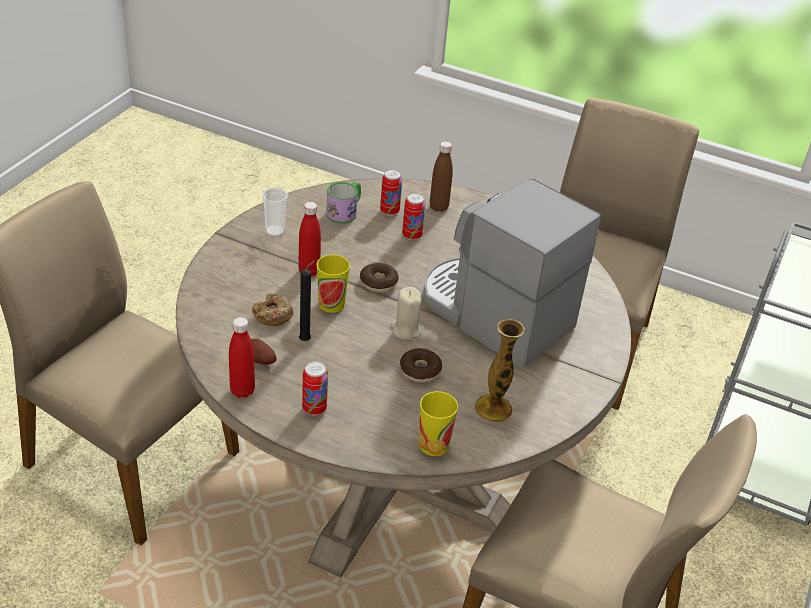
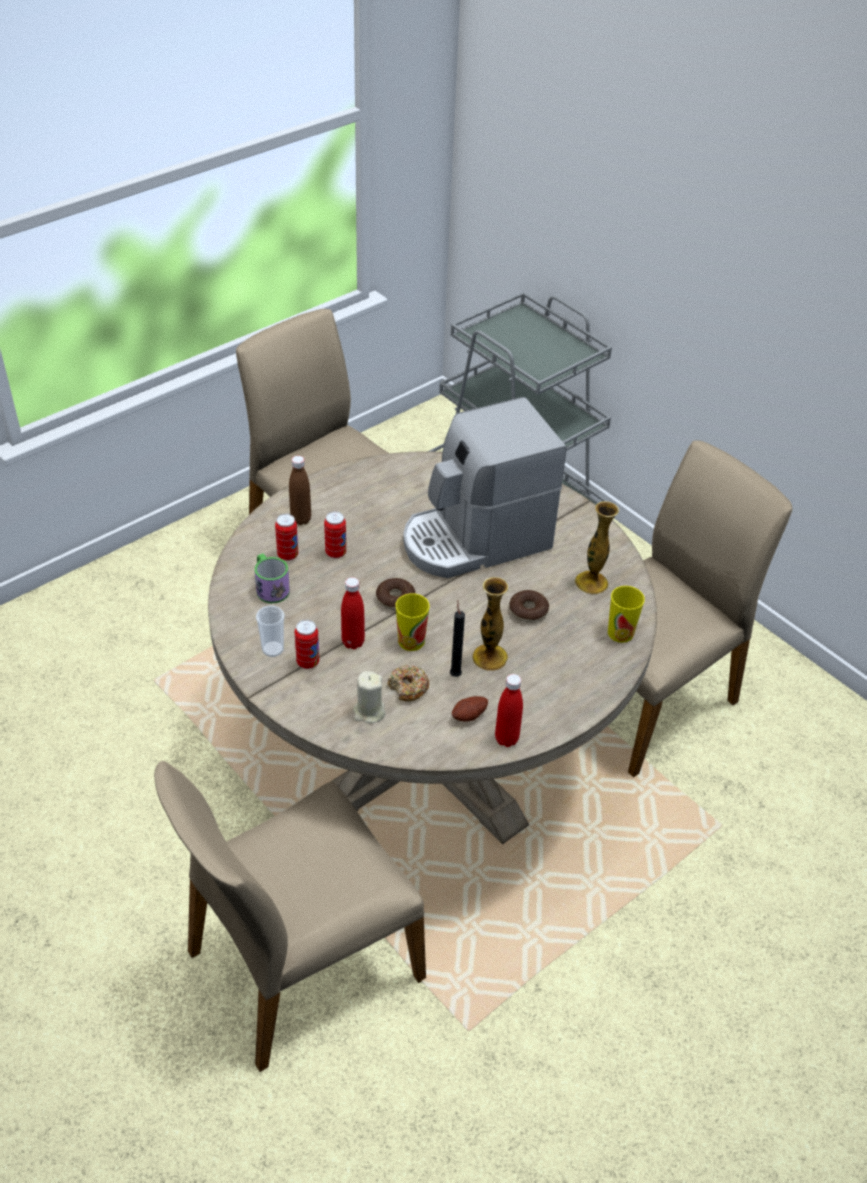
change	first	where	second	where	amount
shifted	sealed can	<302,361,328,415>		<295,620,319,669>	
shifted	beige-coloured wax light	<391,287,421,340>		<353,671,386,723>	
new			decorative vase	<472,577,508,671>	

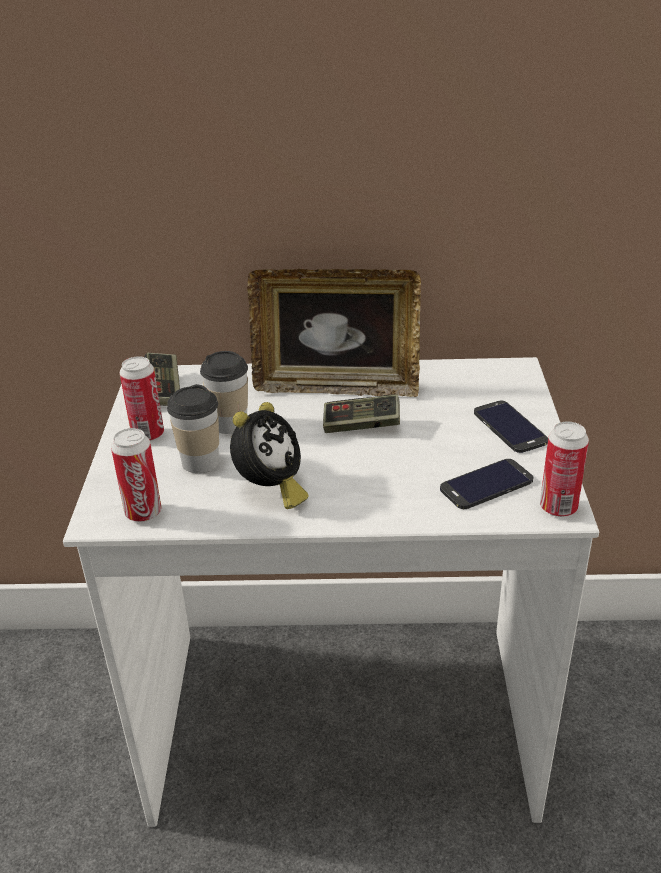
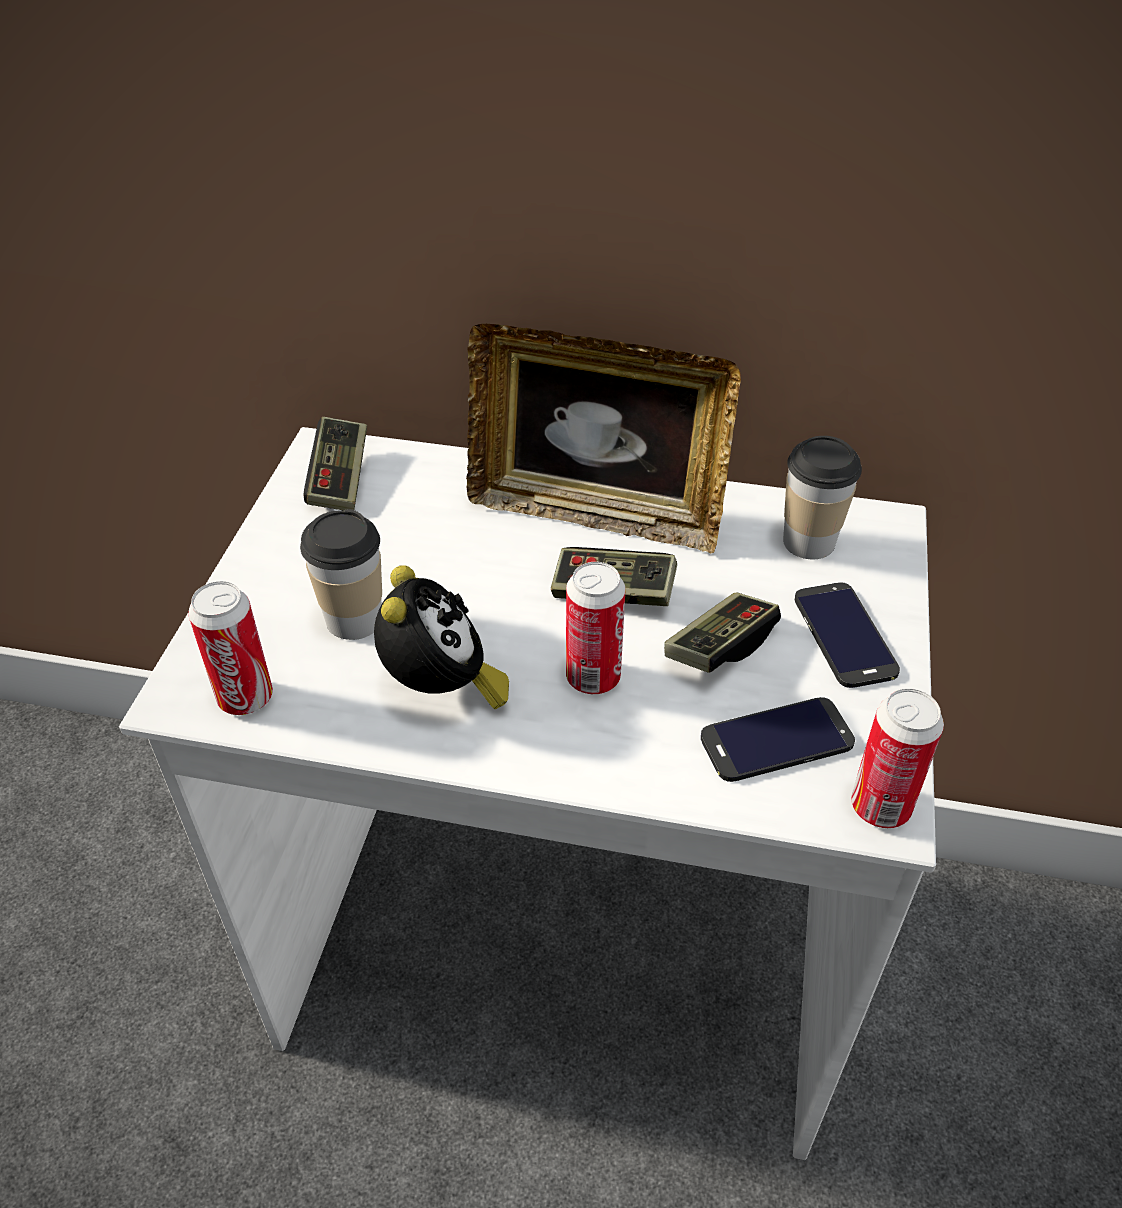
change	first	where	second	where	amount
rotated	bedside clock	<230,402,309,509>		<374,565,509,709>	45 degrees counterclockwise
shifted	sealed can	<120,356,164,441>		<566,562,625,694>	
new			joypad	<664,593,781,673>	
shifted	small cup	<200,351,248,434>		<783,436,862,559>	

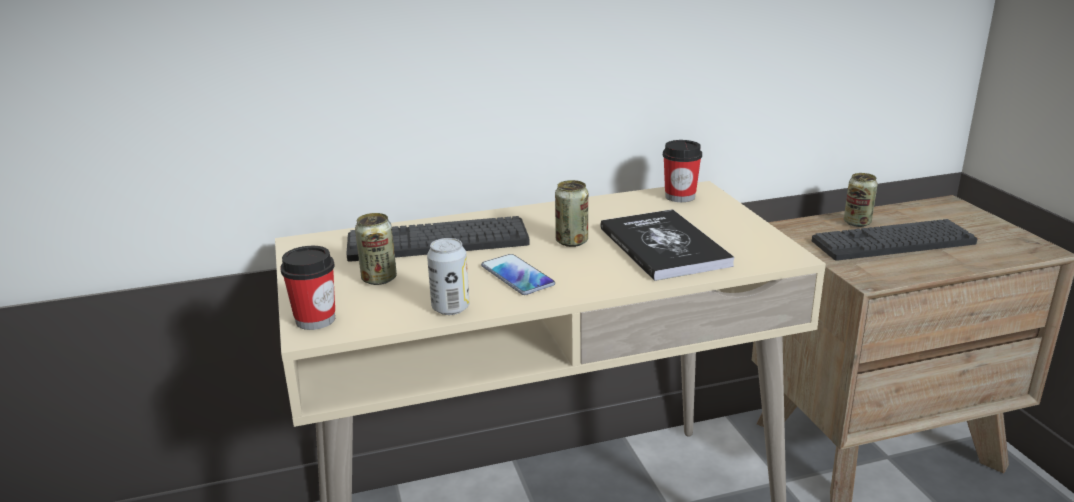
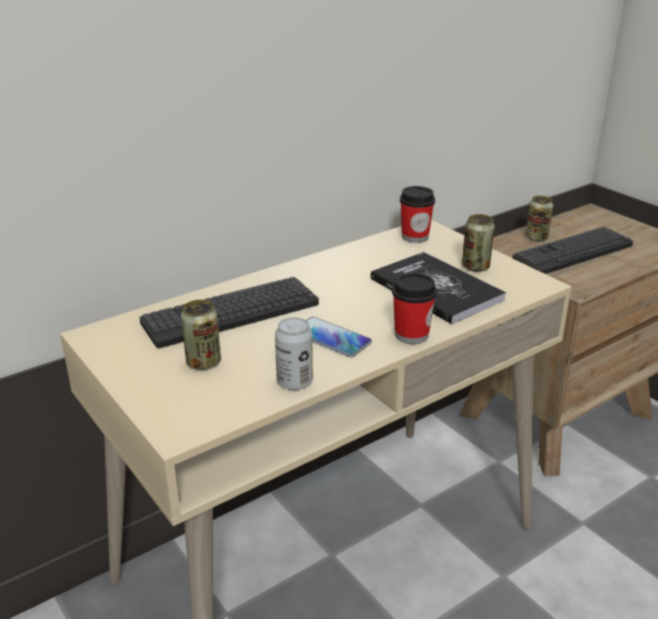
change	first	where	second	where	amount
shifted	small cup	<280,246,335,330>		<392,272,437,344>	
shifted	sealed can	<555,180,588,247>		<462,214,495,272>	

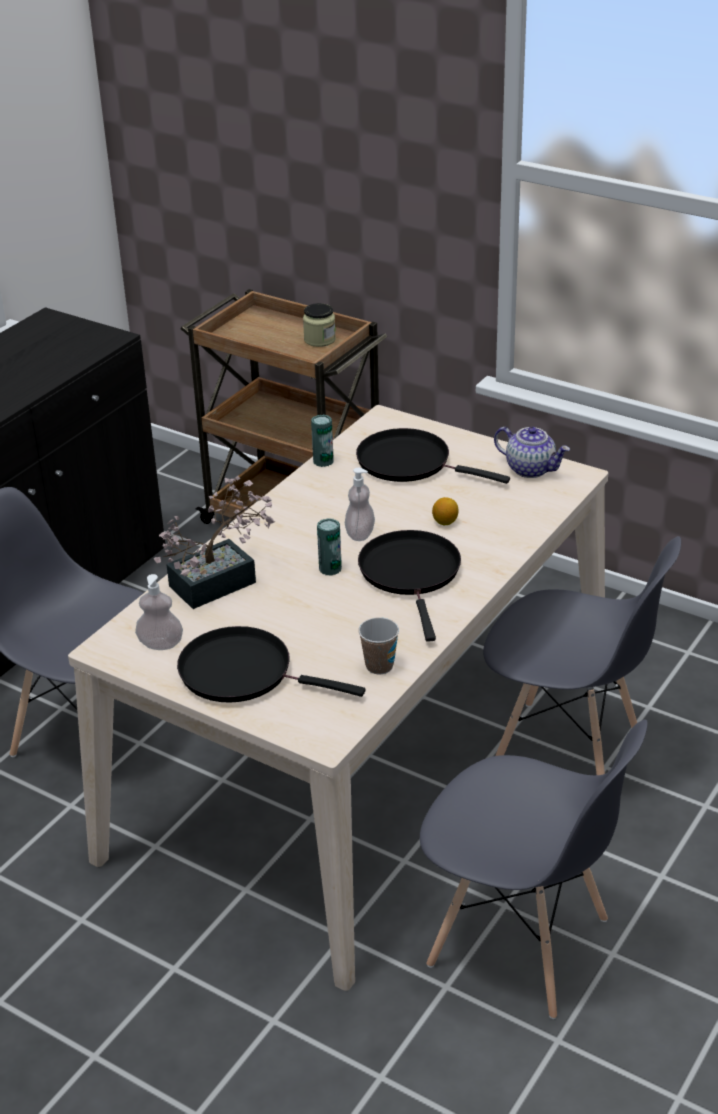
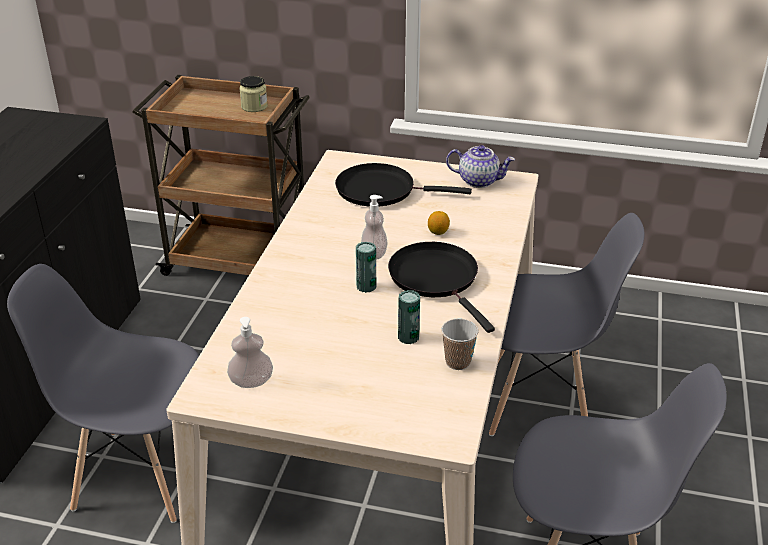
change	first	where	second	where	amount
shifted	sealed can	<311,415,334,467>		<398,290,420,344>	
gone	houseplant	<153,476,275,609>			
gone	black-coloured frying pan	<177,626,365,703>			

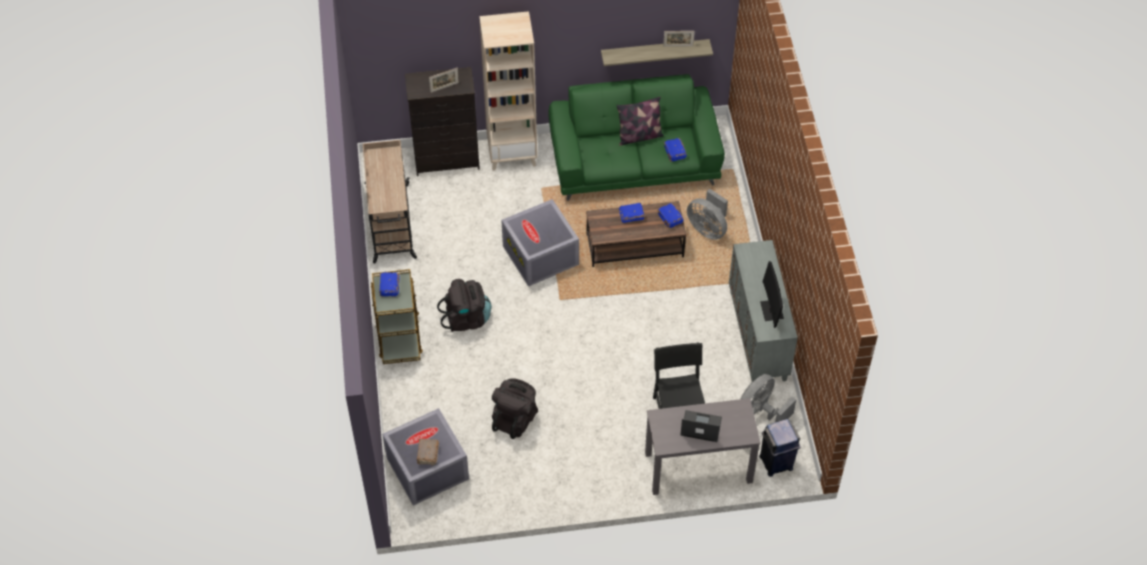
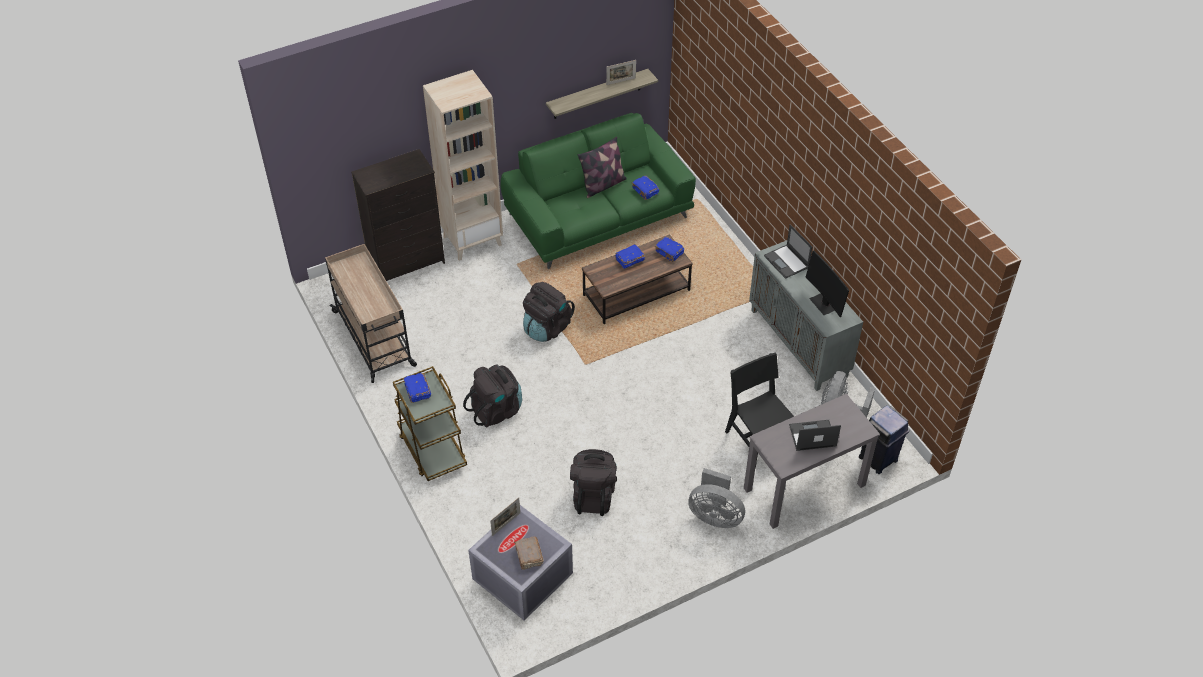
change	first	where	second	where	amount
shifted	picture frame	<429,68,459,93>		<490,497,520,536>	
swapped	greyish storage box	<501,199,579,287>	black-coloured backpack	<523,282,575,342>	
shifted	greyish electric fan	<687,189,728,240>		<688,468,745,528>	
new			portable computer	<764,224,812,279>	

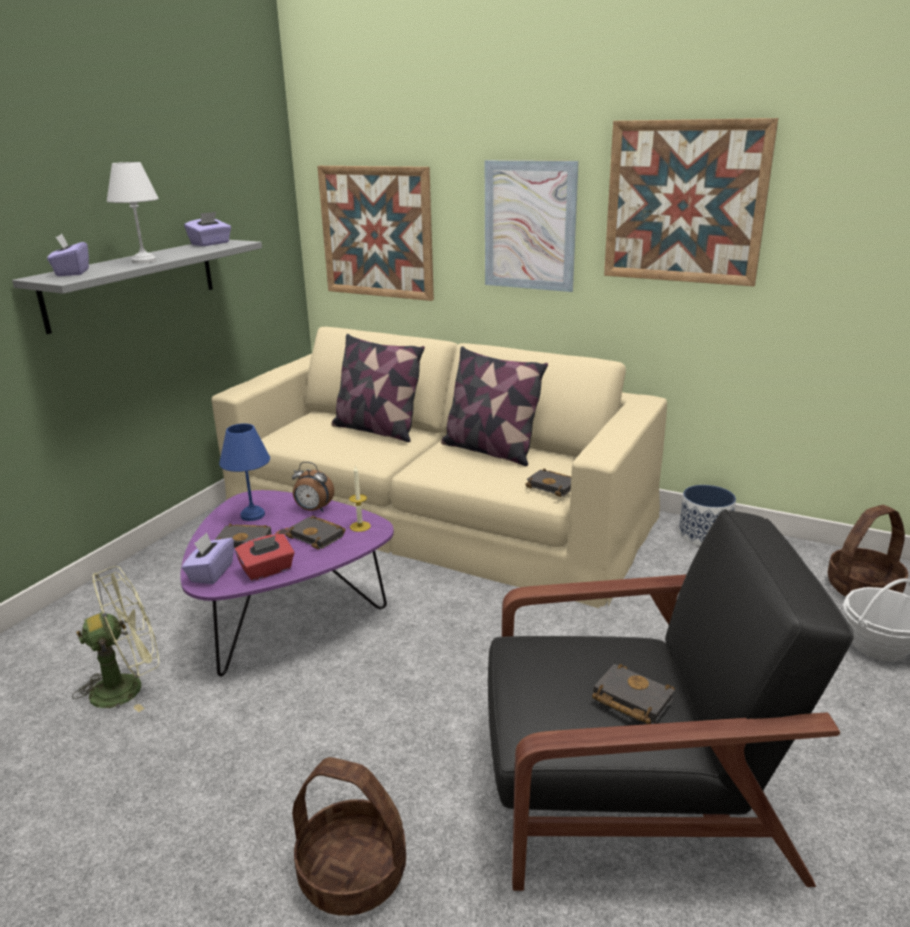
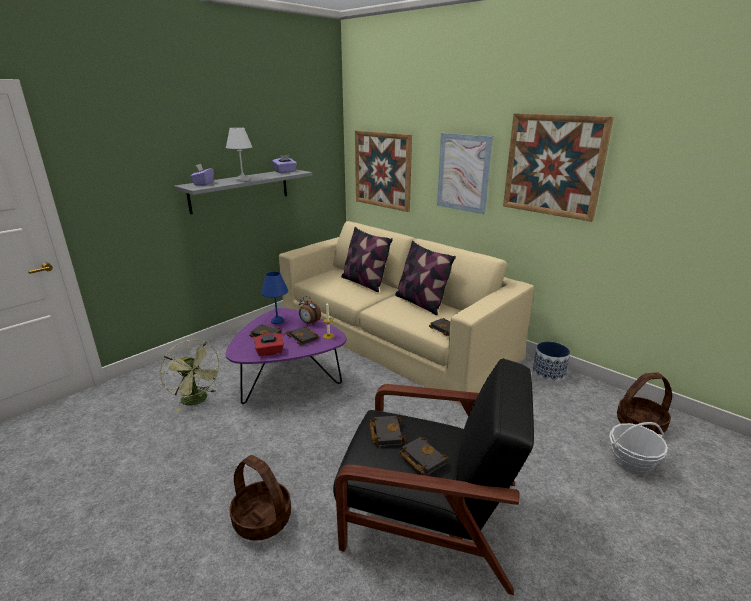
change	first	where	second	where	amount
rotated	green electric fan	<72,566,159,712>		<160,340,222,412>	60 degrees clockwise
new			black-coloured bound book	<370,416,406,446>	
gone	purple tissue holder	<182,532,234,584>			

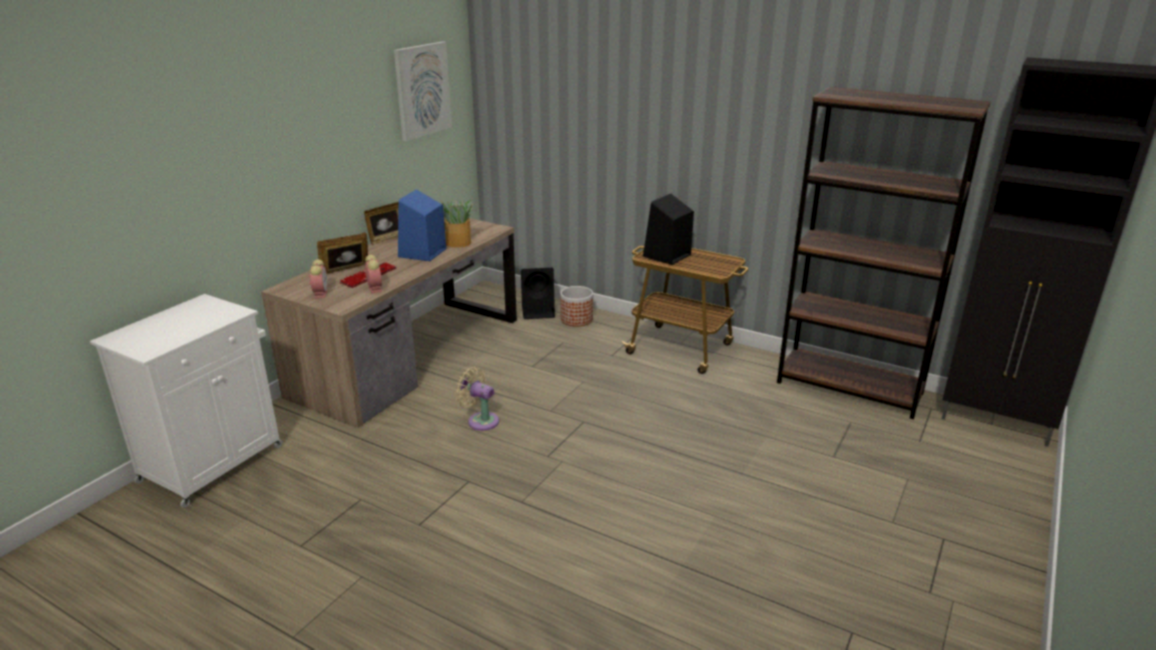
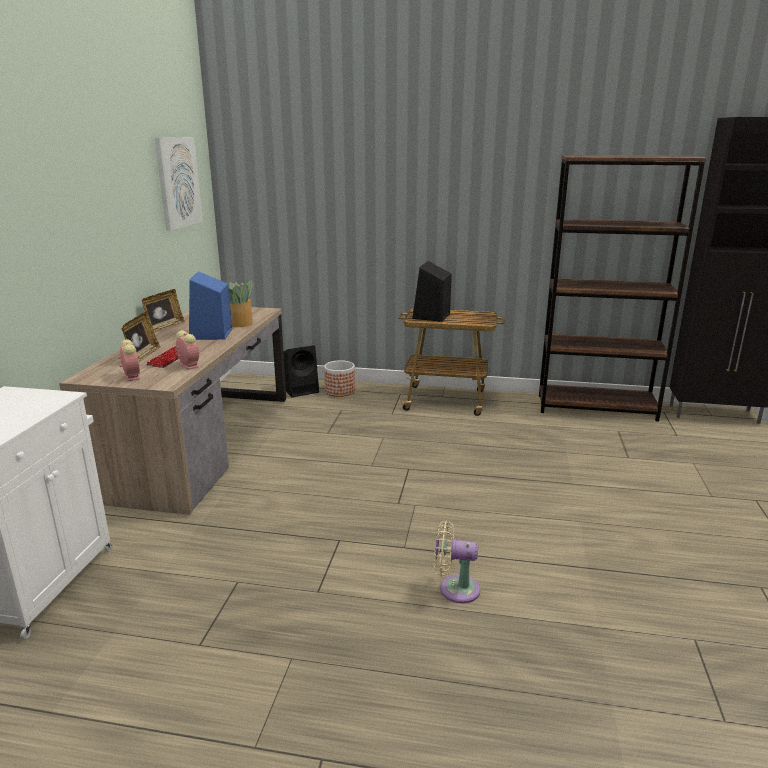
change	first	where	second	where	amount
rotated	picture frame	<317,233,368,273>		<121,311,161,363>	150 degrees clockwise
shifted	beige-coloured electric fan	<455,367,499,431>		<434,521,480,604>	

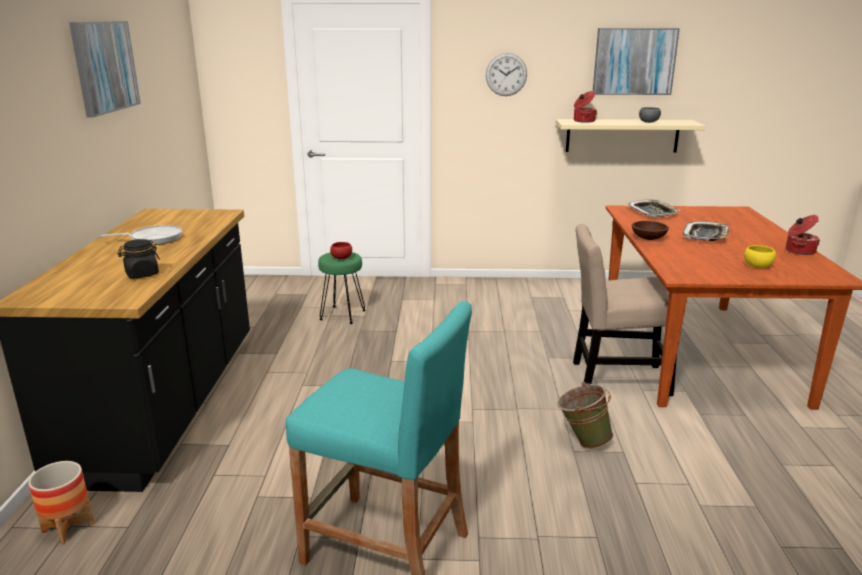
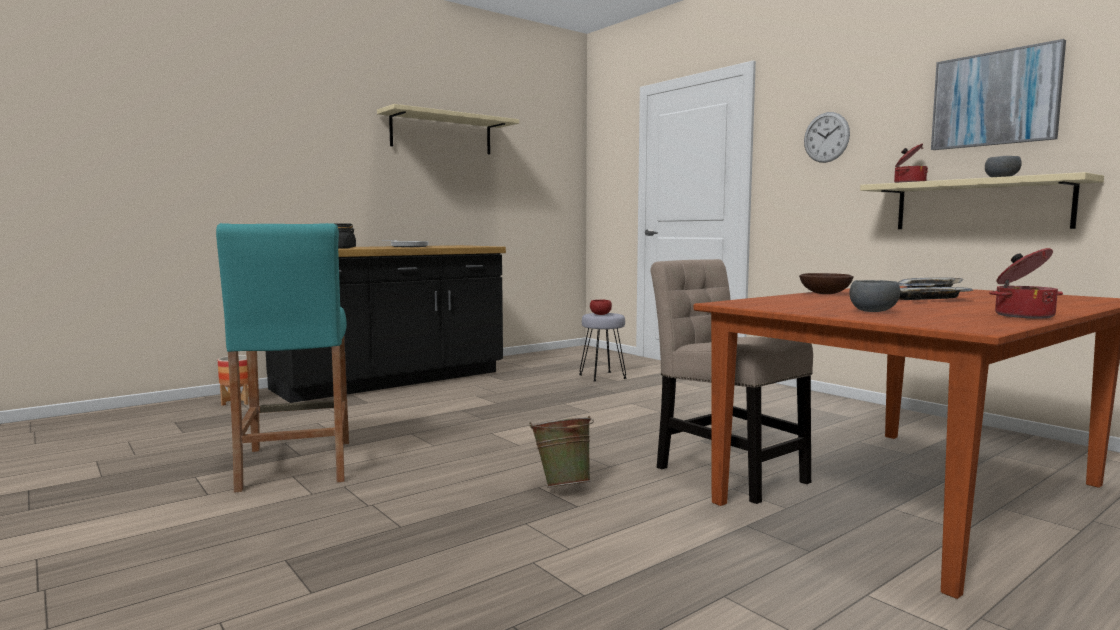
change	first	where	second	where	amount
swapped	wall art	<69,21,141,117>	beige-coloured bracket shelf	<377,104,519,154>	
repainted	green stool seat	<318,252,366,324>	greyish stool seat	<579,313,627,382>	
repainted	yellowish serving bowl	<744,245,776,268>	greyish serving bowl	<849,280,900,312>	

